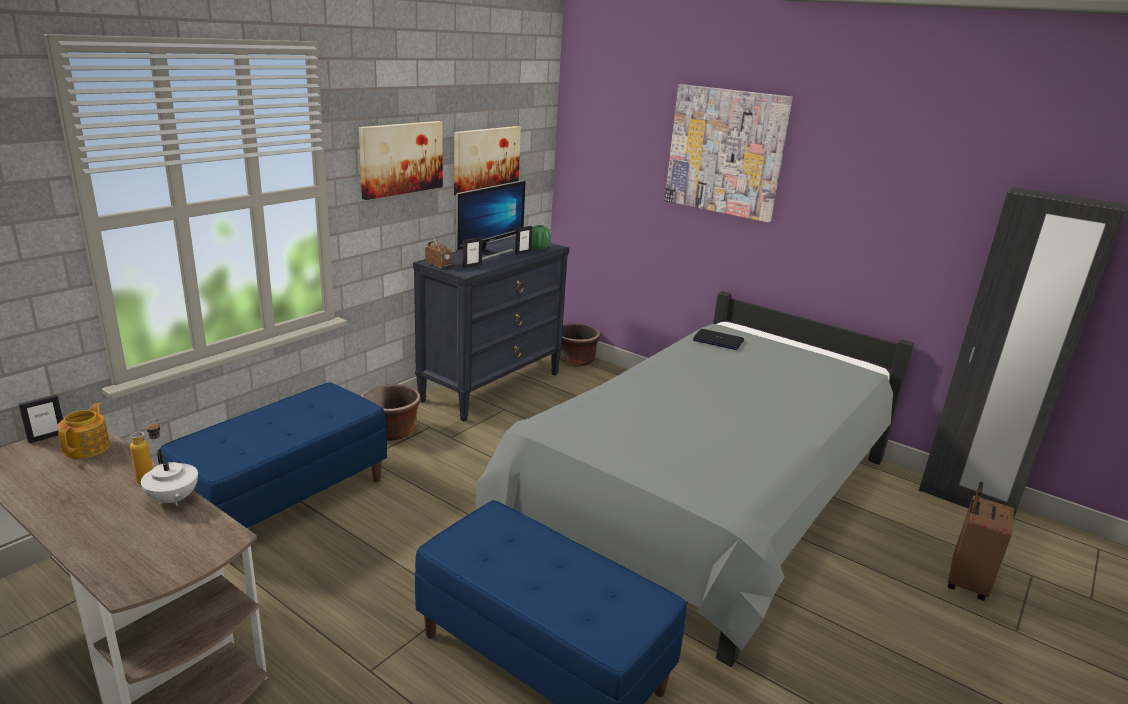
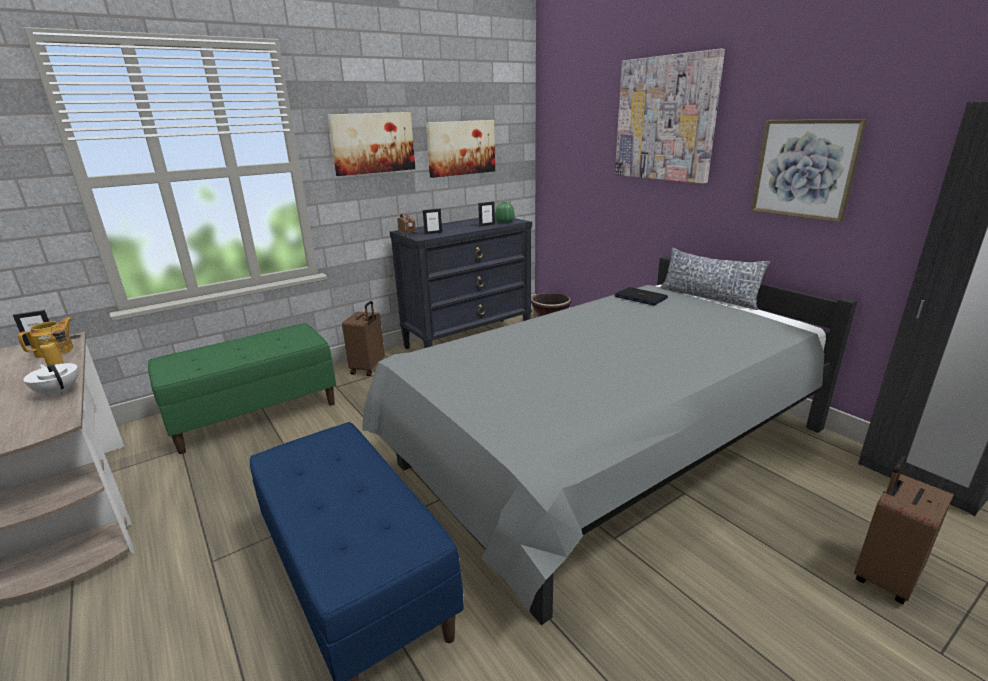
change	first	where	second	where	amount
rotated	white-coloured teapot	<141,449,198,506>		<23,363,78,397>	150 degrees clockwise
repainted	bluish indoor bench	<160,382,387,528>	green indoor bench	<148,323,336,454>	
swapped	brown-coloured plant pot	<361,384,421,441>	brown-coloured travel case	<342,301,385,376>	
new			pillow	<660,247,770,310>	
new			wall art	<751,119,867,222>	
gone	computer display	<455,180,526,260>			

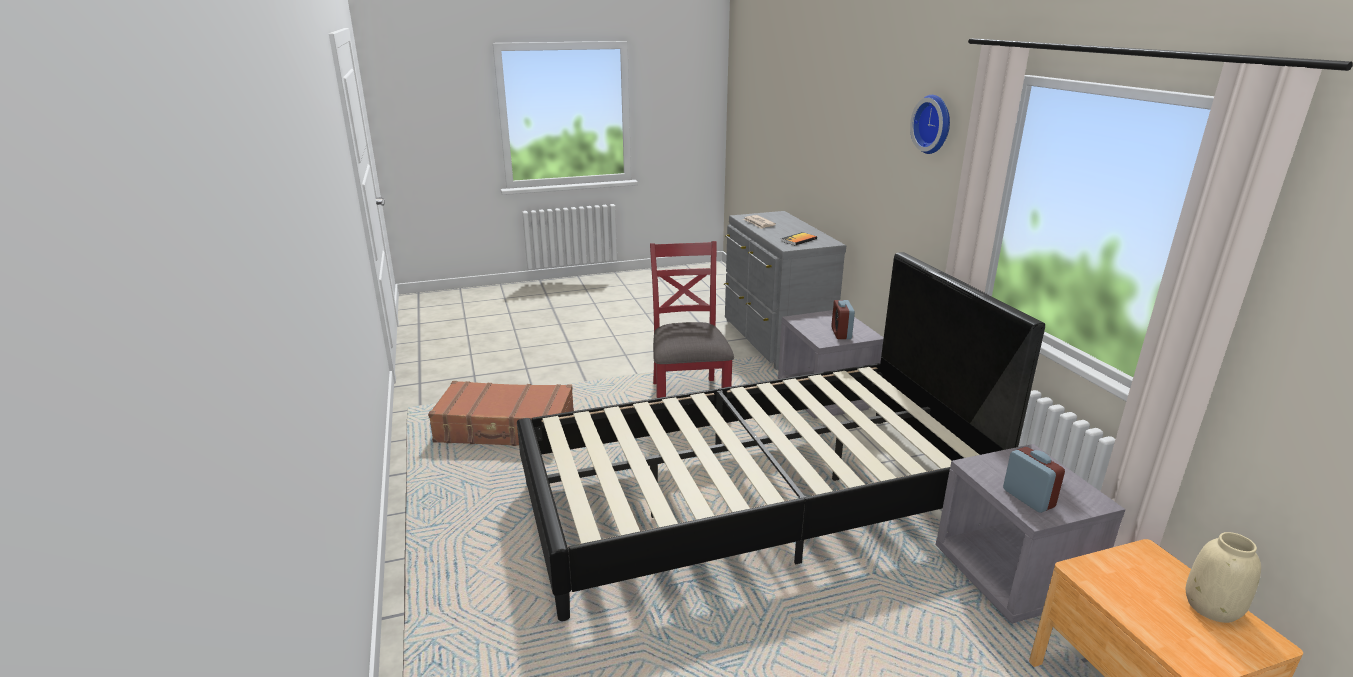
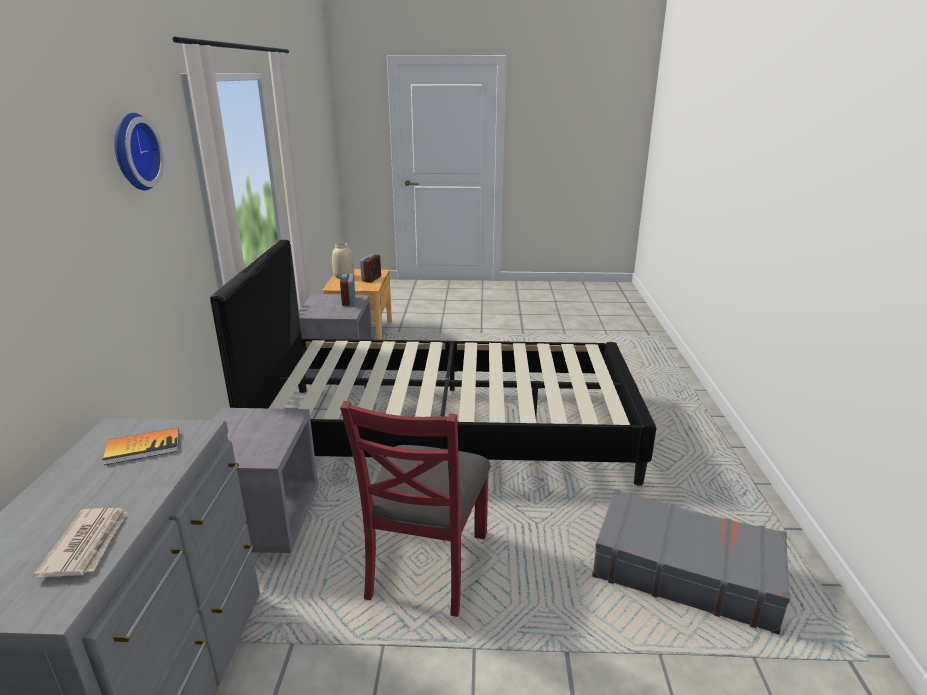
change	first	where	second	where	amount
shifted	bedside clock	<831,300,855,339>		<360,254,381,282>	
repainted	brown-coloured travel case	<428,381,574,446>	greyish travel case	<592,489,791,635>	

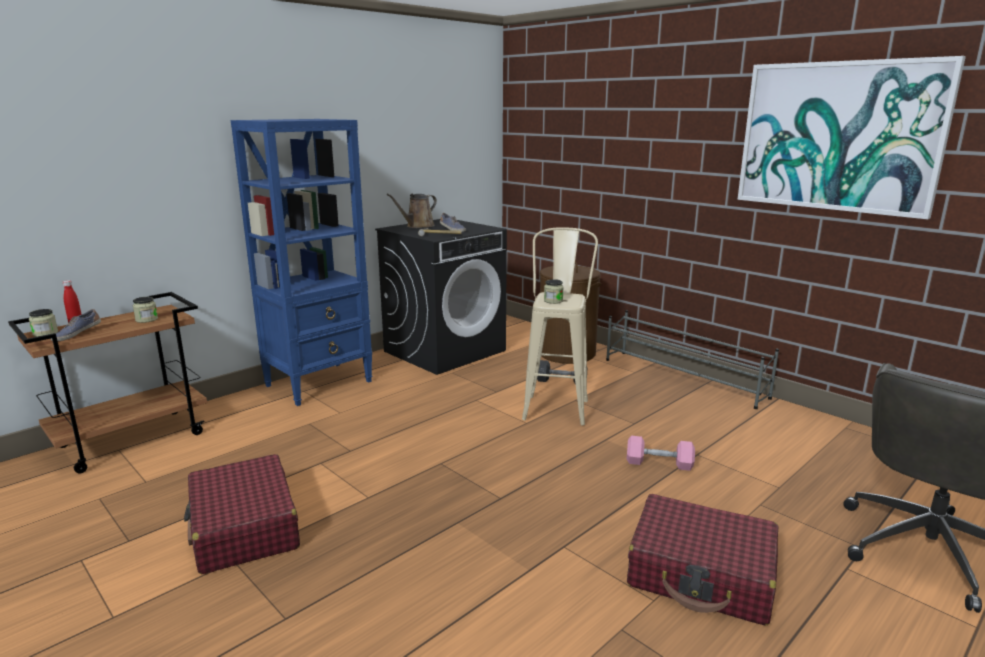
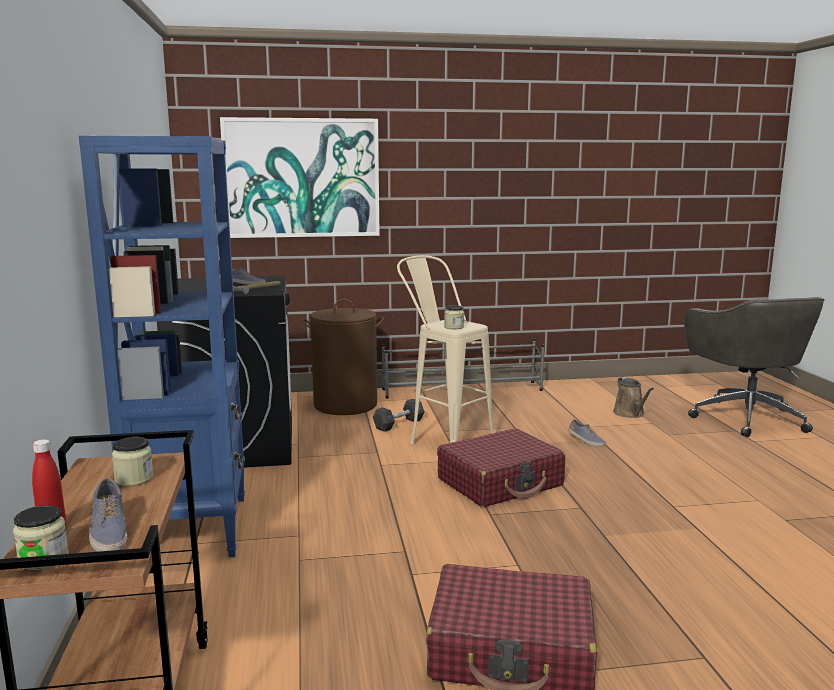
change	first	where	second	where	amount
shifted	wall art	<737,56,966,219>		<220,117,380,238>	
shifted	red-coloured travel case	<627,494,778,626>		<437,428,565,507>	
swapped	pink-coloured dumbbell	<627,436,695,471>	shoe	<568,419,606,446>	
shifted	brown-coloured watering pot	<387,194,437,228>		<613,377,654,418>	

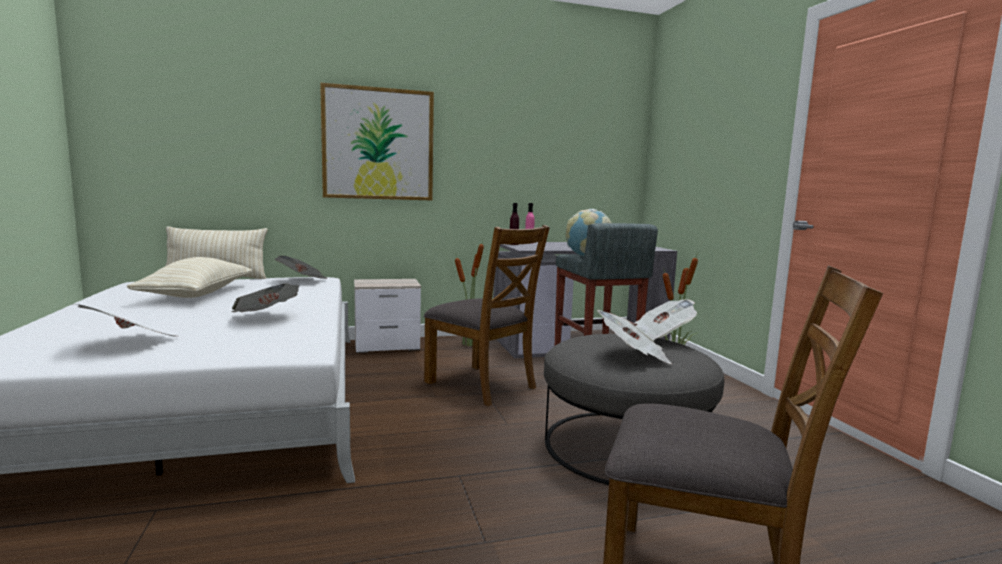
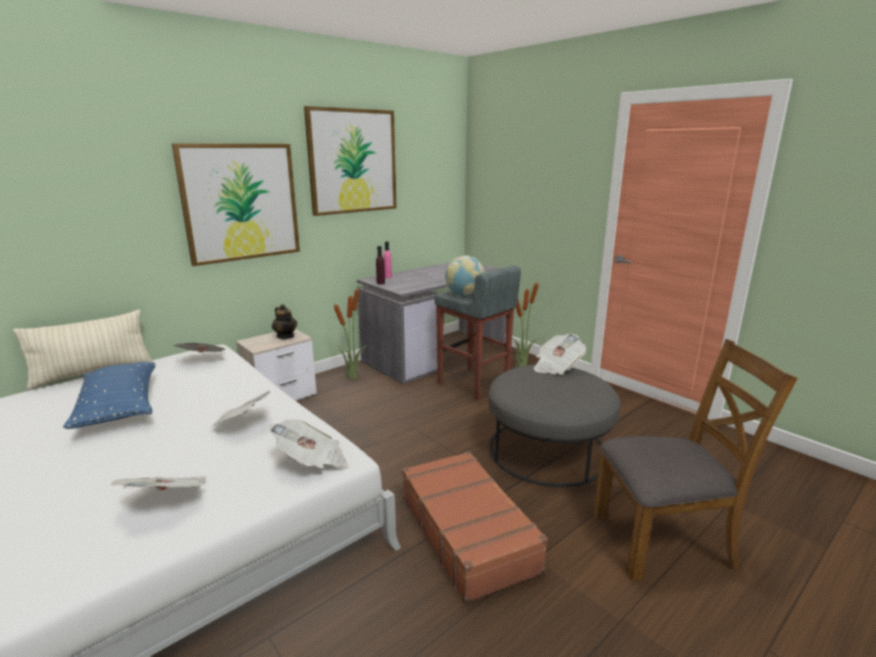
change	first	where	second	where	amount
repainted	beige-coloured pillow	<127,257,252,298>	bluish pillow	<63,362,156,429>	
shifted	daily paper	<597,310,672,364>		<269,420,349,469>	
new			teapot	<272,304,297,339>	
new			wall art	<304,106,397,216>	
new			brown-coloured travel case	<402,451,548,604>	
gone	brown-coloured chair	<424,225,550,406>			

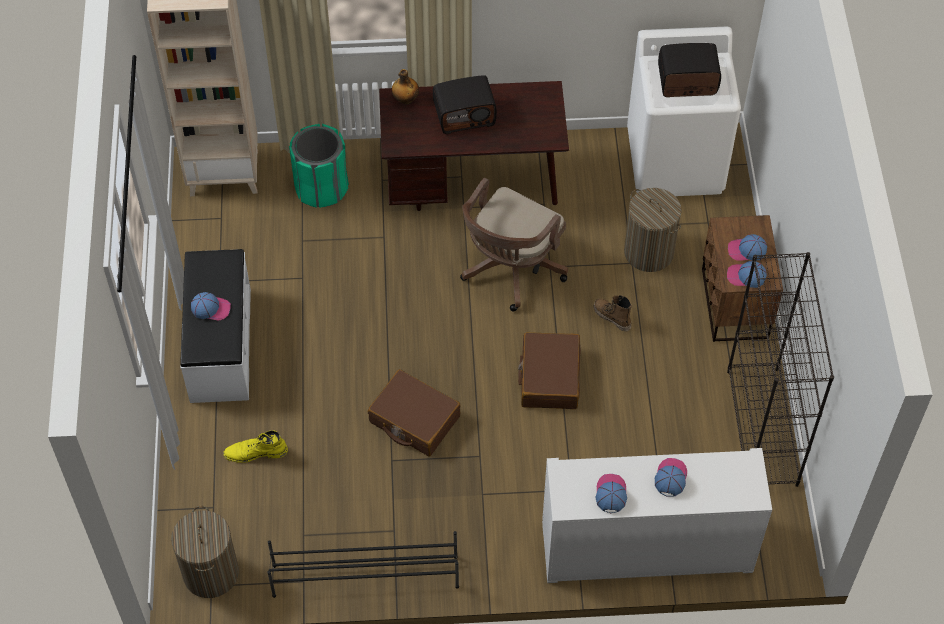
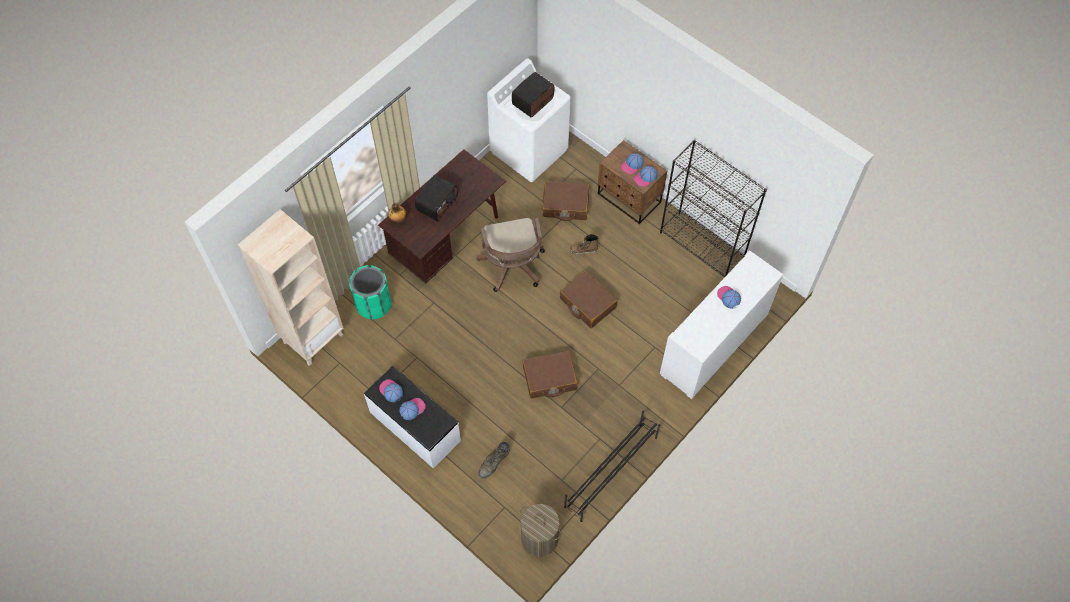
change	first	where	second	where	amount
shifted	cap	<595,474,627,513>		<379,379,403,402>	
repainted	yellowish boot	<223,430,288,463>	green boot	<478,442,510,479>	
swapped	washing basket	<624,188,682,272>	brown-coloured travel case	<543,181,589,221>	

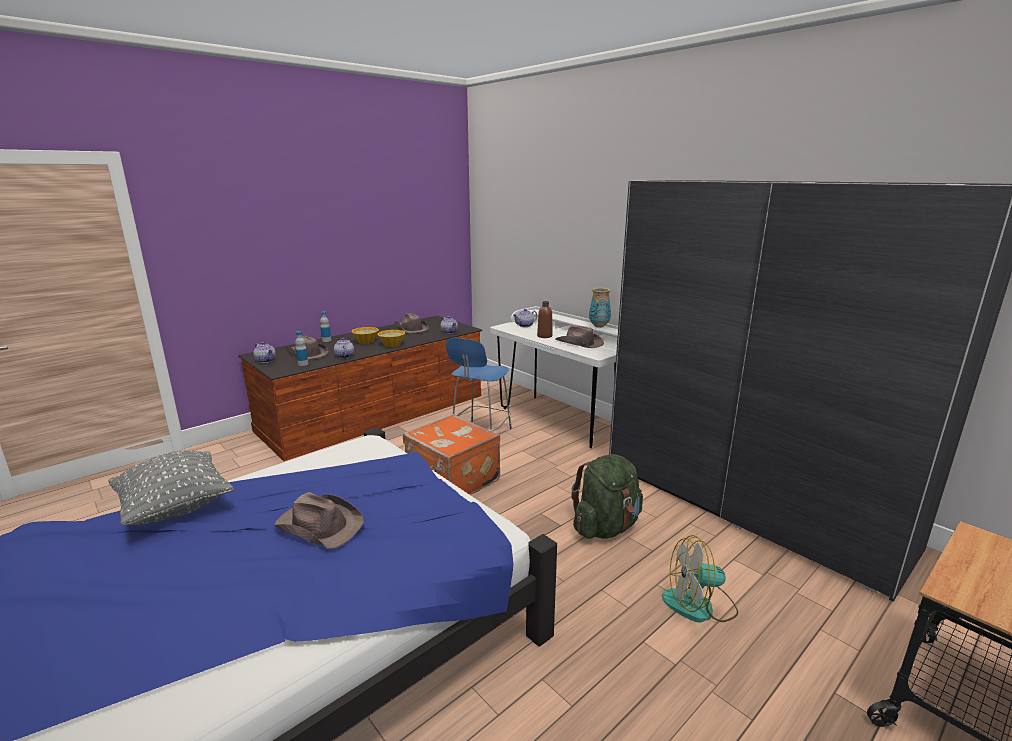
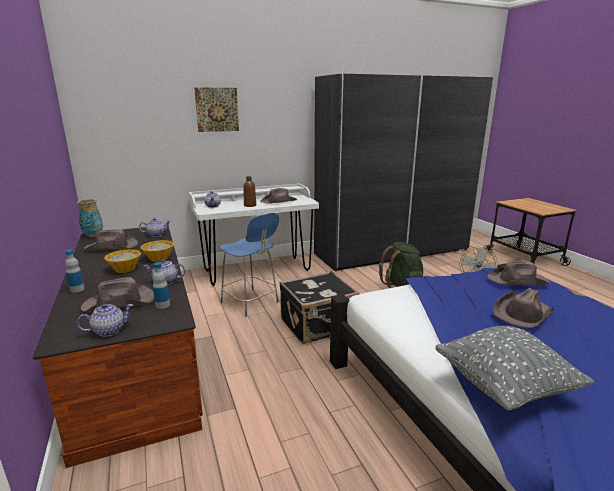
change	first	where	second	where	amount
shifted	decorative vase	<589,288,611,328>		<77,199,103,237>	
new			wall art	<194,87,239,132>	
repainted	orange-coloured travel case	<403,414,500,495>	black-coloured travel case	<279,271,359,344>	
new			brown-coloured hat	<487,260,550,285>	

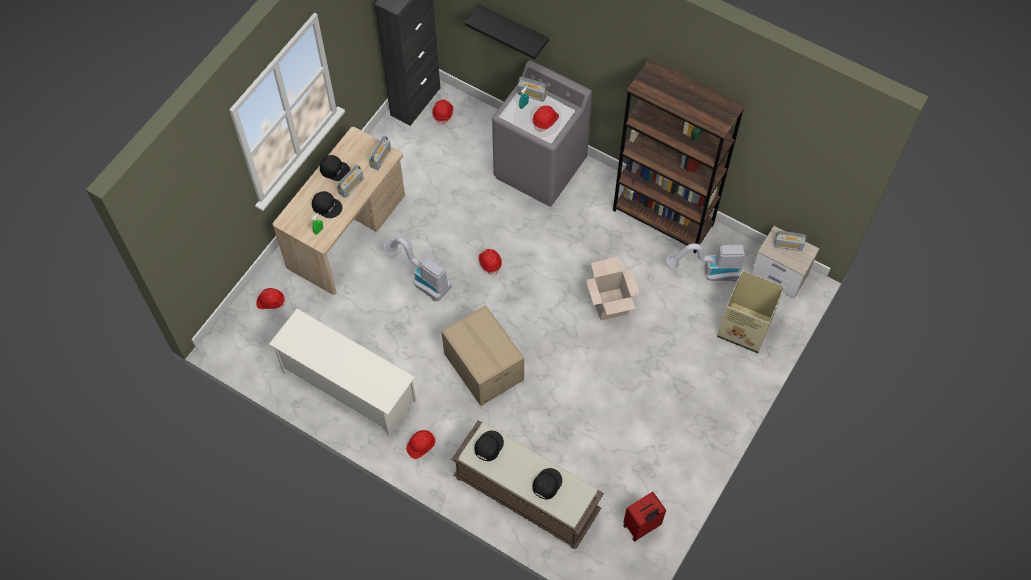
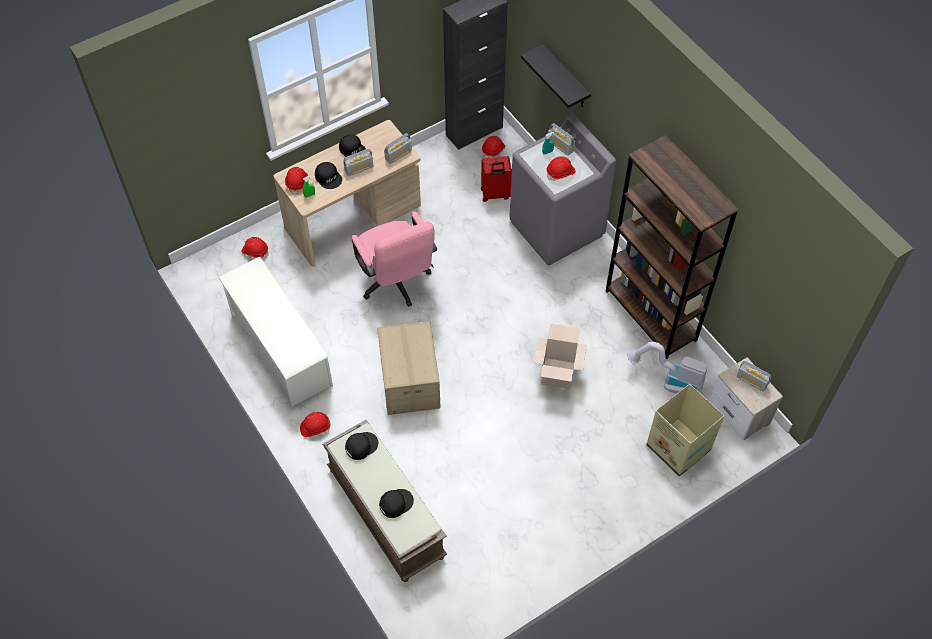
change	first	where	second	where	amount
shifted	red-coloured hard hat	<479,249,502,275>		<285,167,308,195>	
swapped	vacuum cleaner	<384,237,451,301>	pink-coloured office chair	<352,211,437,307>	
shifted	red-coloured travel case	<623,492,666,541>		<481,156,512,202>	

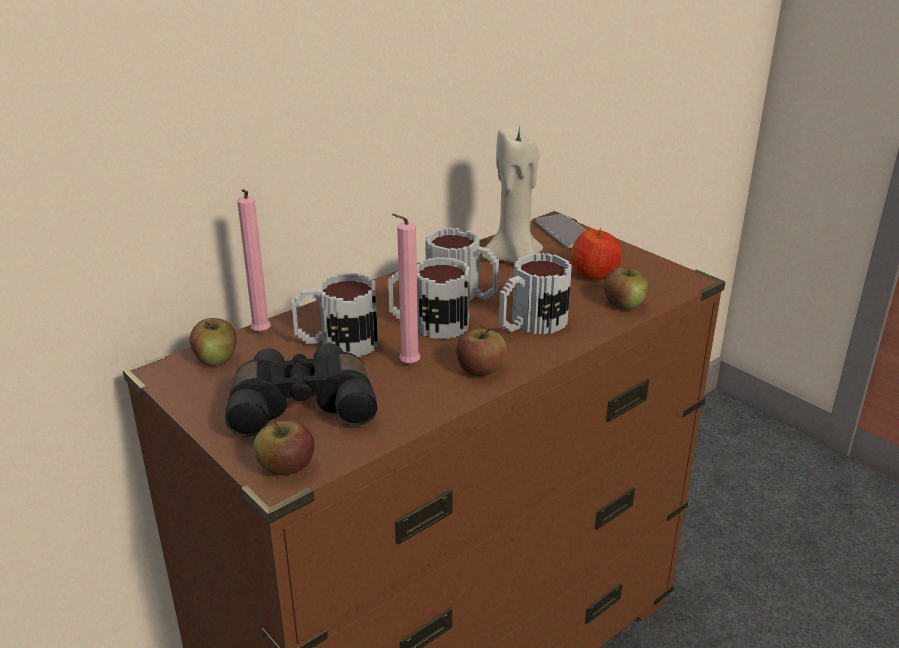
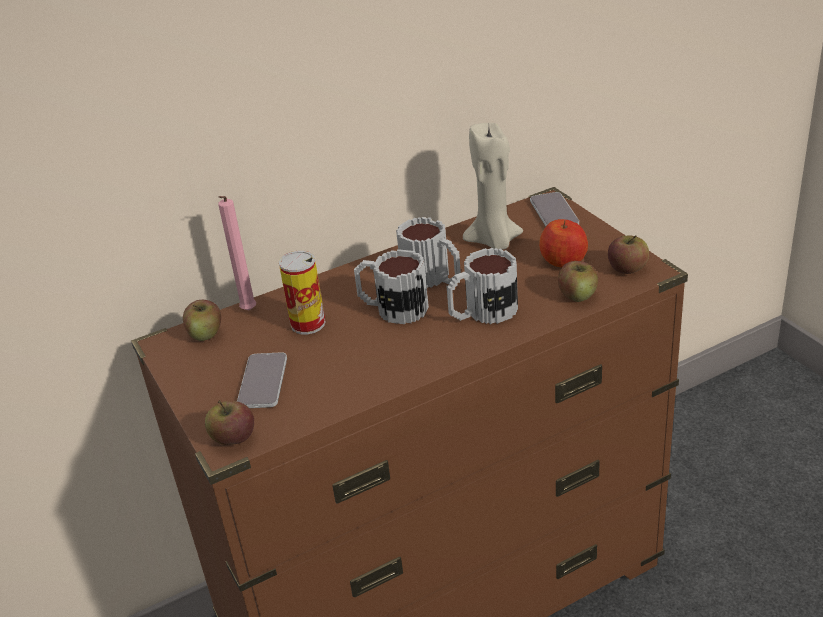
change	first	where	second	where	amount
swapped	black-coloured field glasses	<225,343,377,437>	handset	<237,352,287,408>	
swapped	tea mug	<291,273,378,357>	sealed can	<279,251,325,334>	
shifted	whole apple	<456,328,507,376>		<608,235,649,274>	
gone	pink-coloured wax light	<392,213,420,365>			

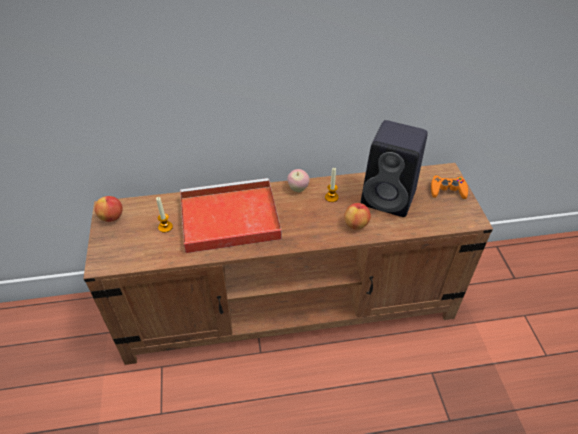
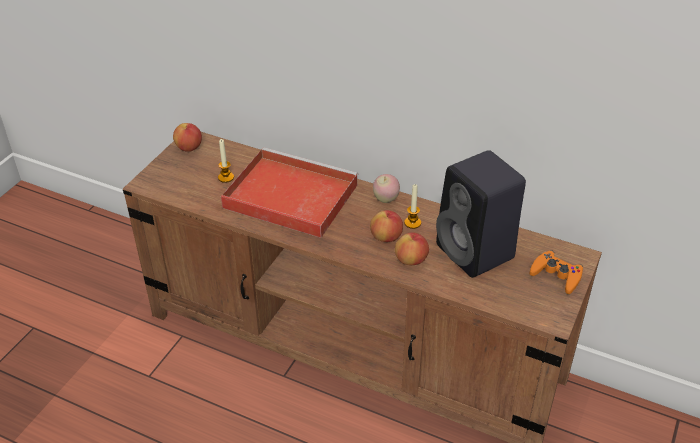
change	first	where	second	where	amount
new			whole apple	<370,210,403,242>	

